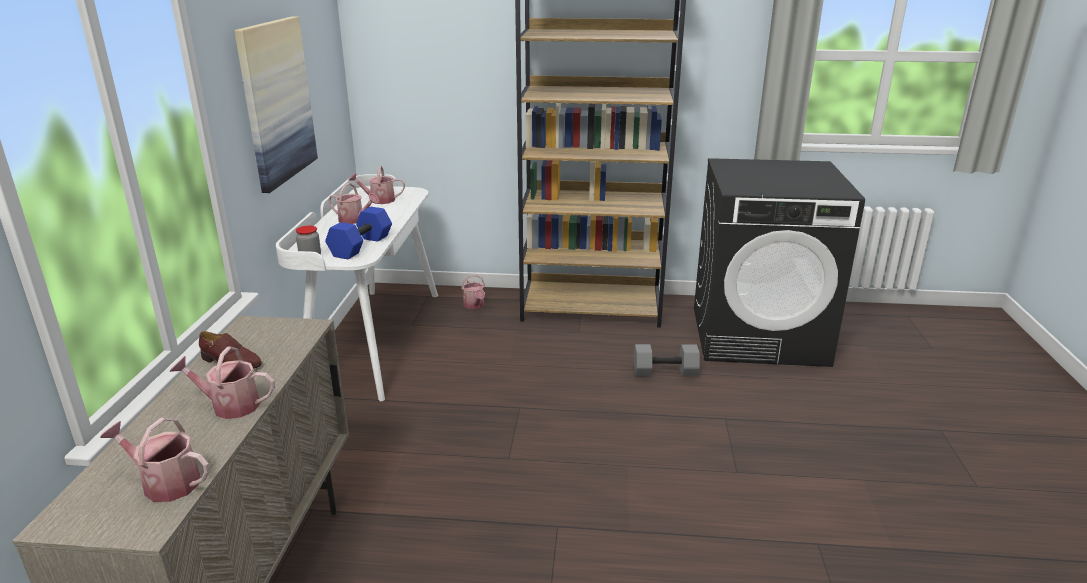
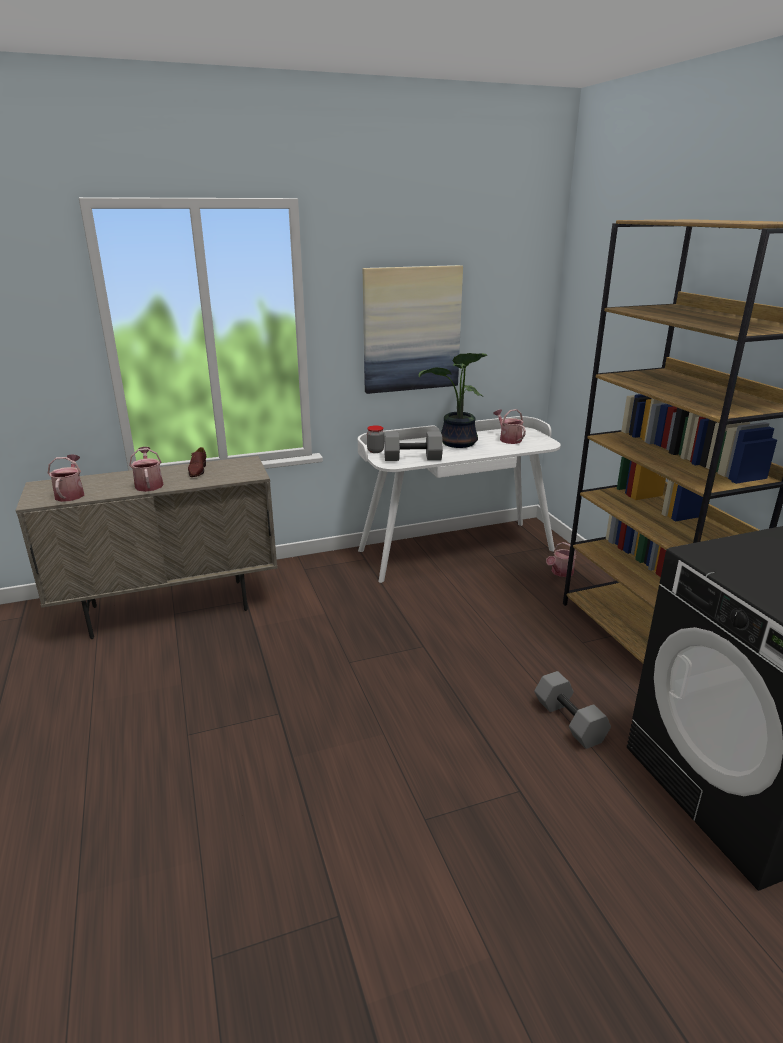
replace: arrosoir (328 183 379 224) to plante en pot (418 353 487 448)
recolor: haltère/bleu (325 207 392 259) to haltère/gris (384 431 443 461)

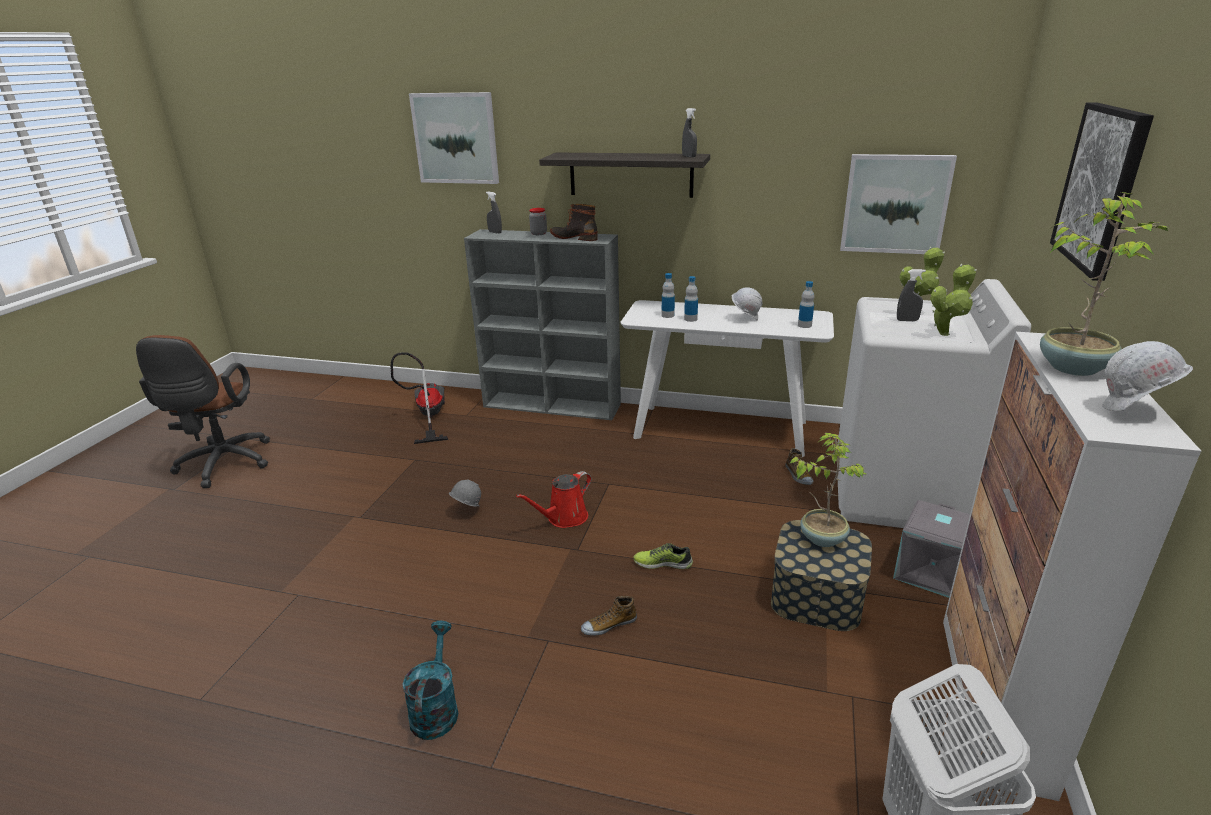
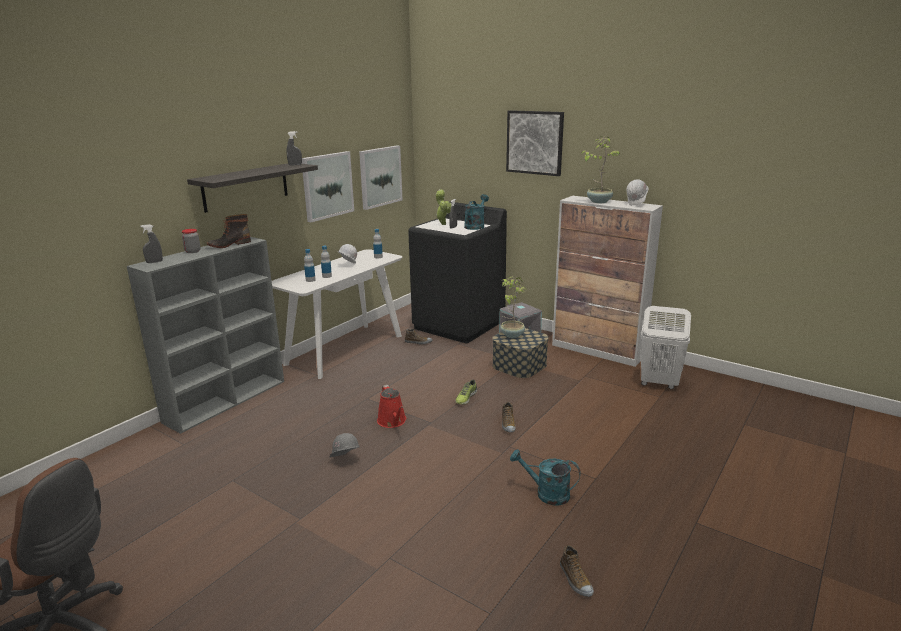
delete: aspirateur (391 352 448 444)
insert: chaussure (560 545 594 597)
move: tableau (409 92 499 184) to (302 151 354 222)
replace: plante en pot (930 264 977 336) to arrosoir/turquoise (464 194 489 230)
recolor: lave-linge/blanc (838 279 1031 528) to lave-linge/noir (408 202 507 343)

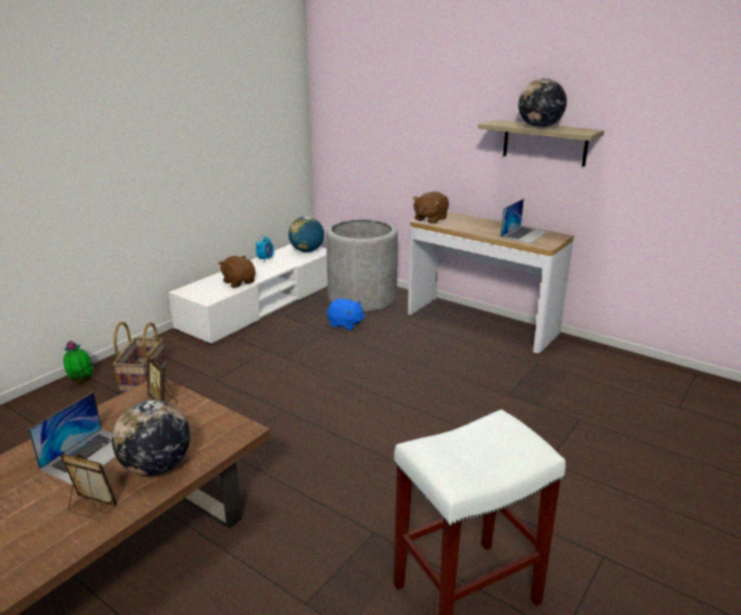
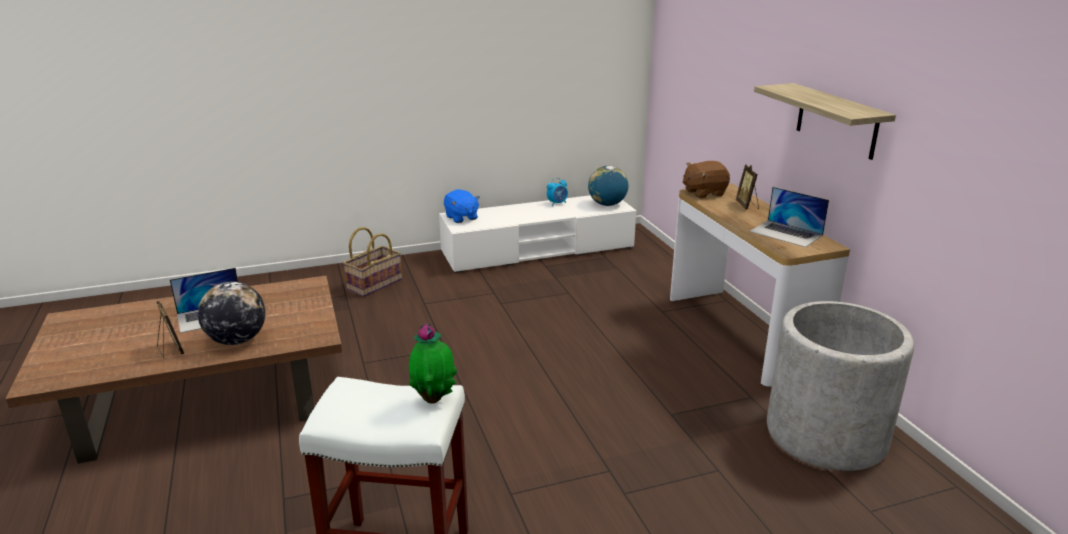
delete: globe (518 78 567 128); peluche/marron (218 256 256 288)
move: cache-pot/gris (326 219 398 312) to (767 301 914 471); peluche/bleu (327 298 365 330) to (444 190 480 223); plante en pot (63 340 94 384) to (409 324 457 404); cadre photo (147 354 177 403) to (736 164 759 210)
rotate: ordinateur portable (501 199 549 244) = (750 187 829 247) 60 degrees clockwise

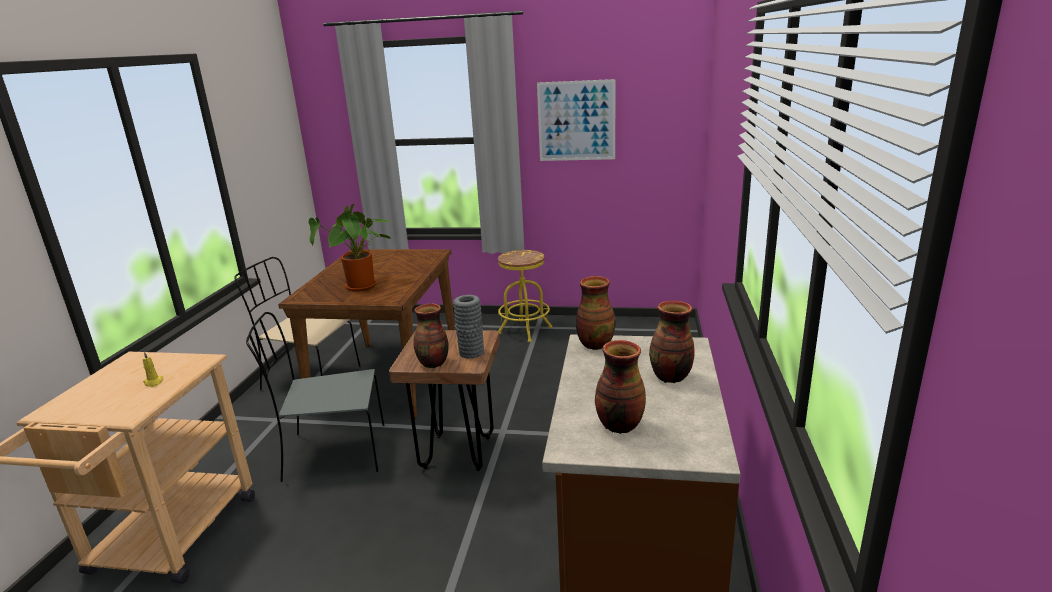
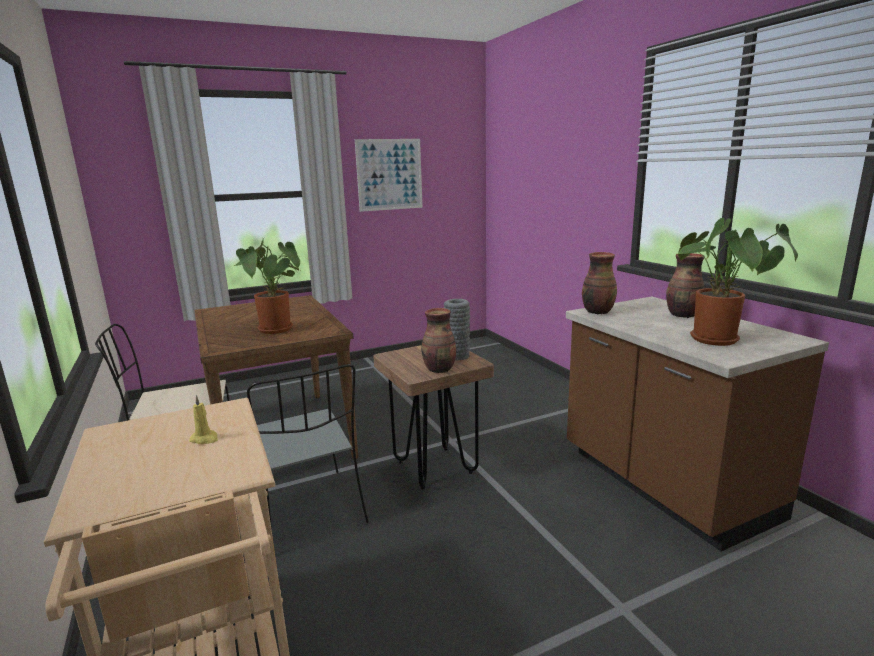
delete: tabouret/jaune (498 250 552 342)
replace: vase (595 340 646 434) to plante en pot (678 218 798 346)
rotate: chaise/gris (246 312 384 482) = (247 364 369 529) 75 degrees counterclockwise

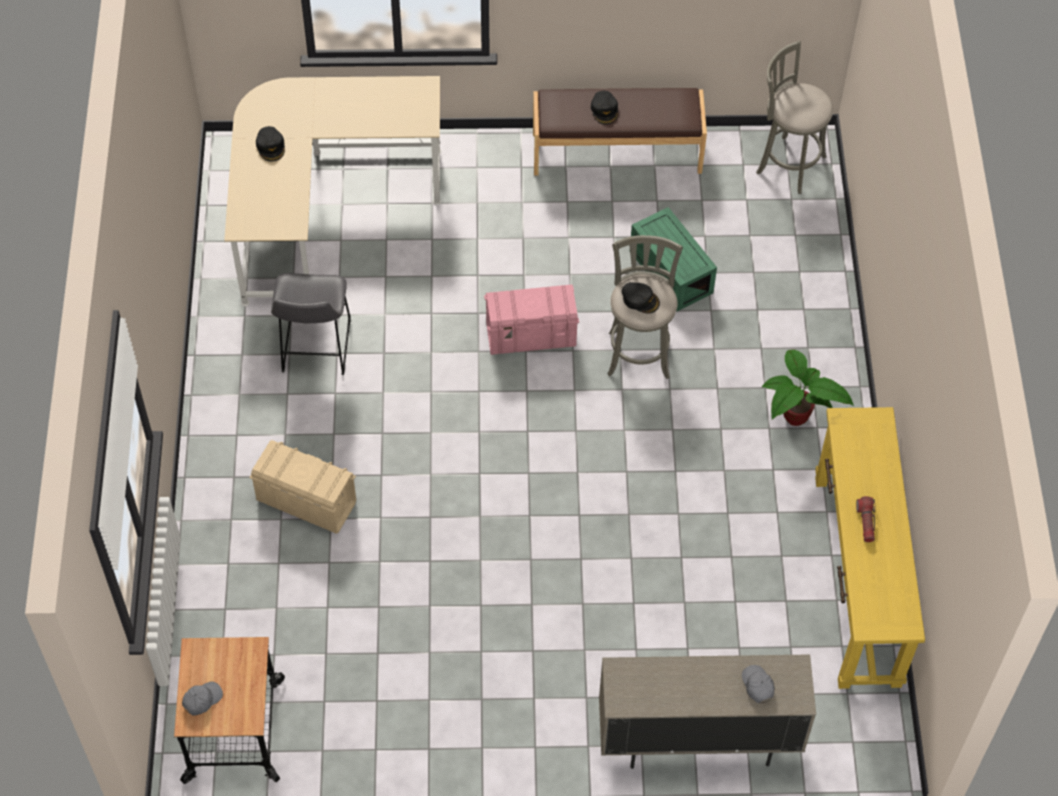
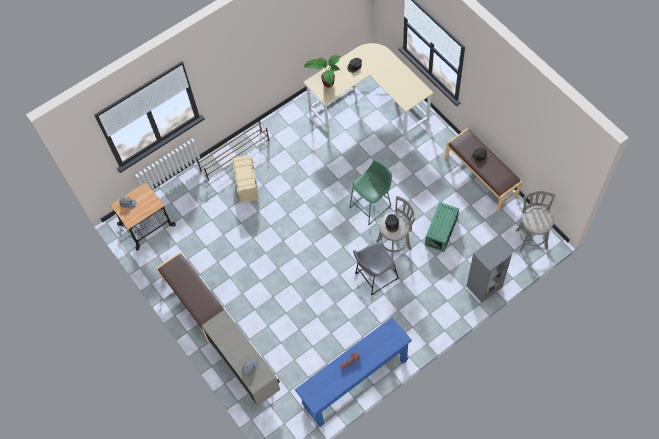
insert: étagère à chaussures/marron (196 119 270 181); bibliothèque/gris (467 237 512 302); banc/marron (157 252 224 342)
move: tabouret/gris (271 273 351 375) to (353 242 399 295); plante en pot (761 350 854 426) to (303 55 341 88)
replace: boîte de rangement/rose (484 285 579 355) to tabouret/vert (349 160 392 225)
recolor: table console/jaune (815 407 925 689) to table console/bleu (295 317 412 427)

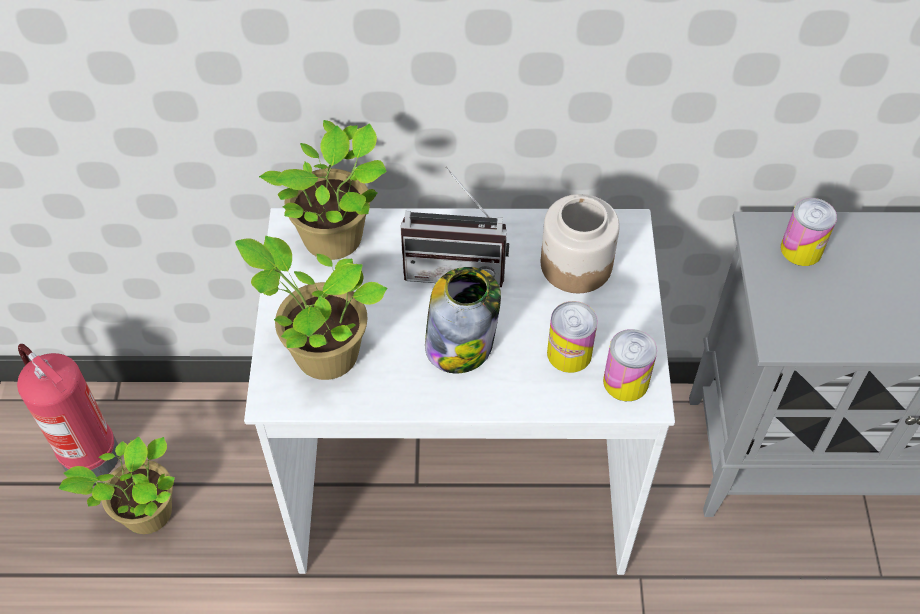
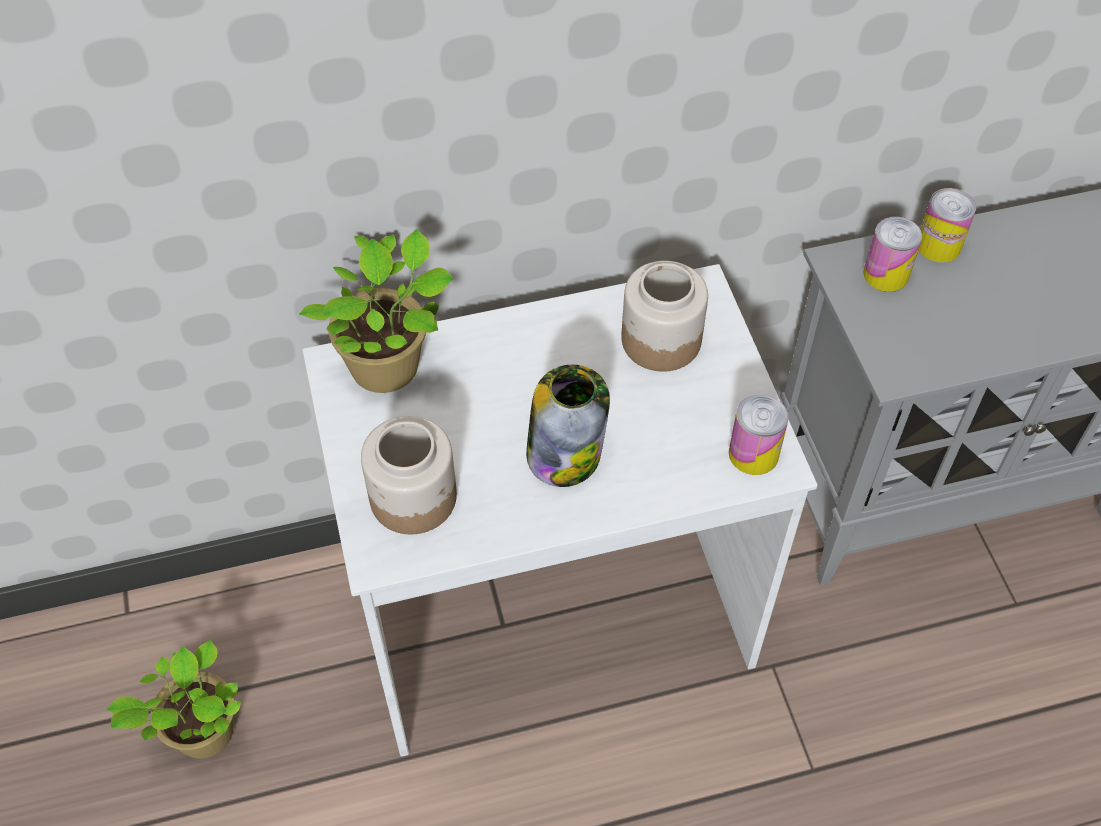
delete: radio (400 167 509 287); extincteur (17 344 119 477)
move: boîte métallique (547 301 598 373) to (919 188 976 262)
replace: plante en pot (235 236 387 380) to bocal (361 416 457 534)

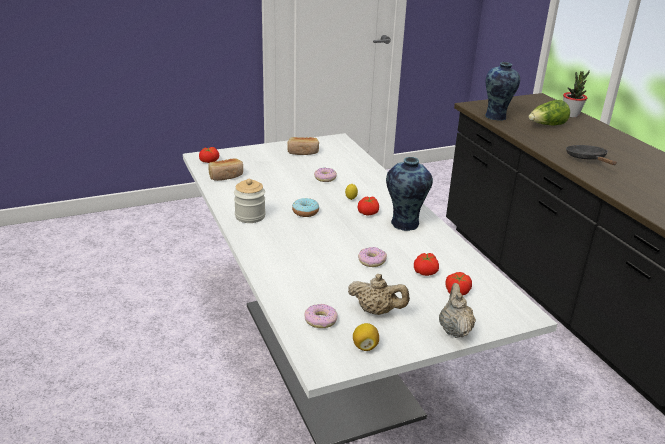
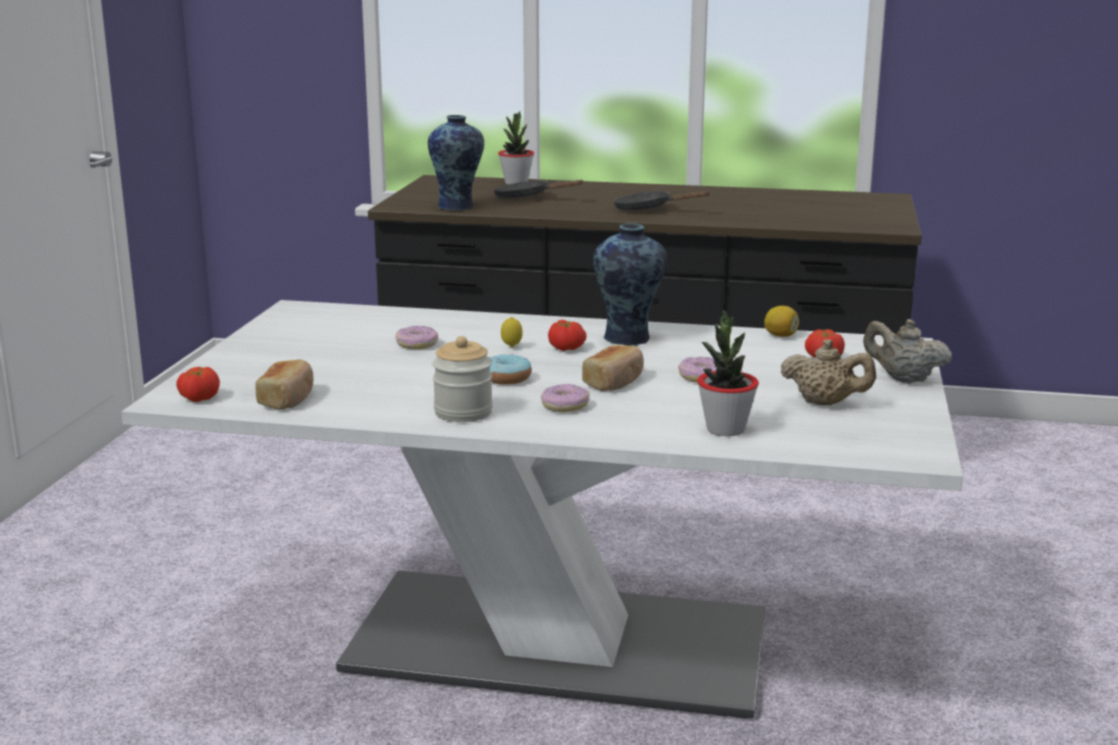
delete: tomate (414 253 439 276)
insert: plante en pot (697 310 759 436)
move: pain (287 137 319 155) to (582 345 644 391); beignet (304 304 338 328) to (541 384 590 412); citron (353 323 379 351) to (764 306 799 337)
replace: laitue (529 100 570 125) to poêle/noir (493 180 583 198)
rotate: théière/beige (348 274 410 315) = (781 339 876 405) 60 degrees clockwise

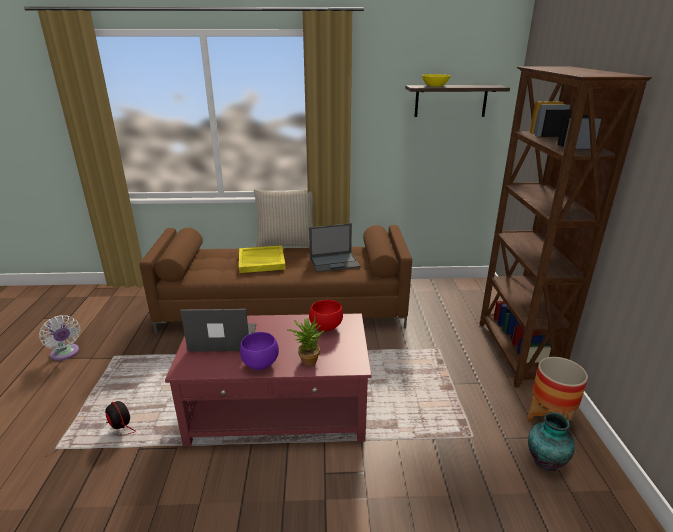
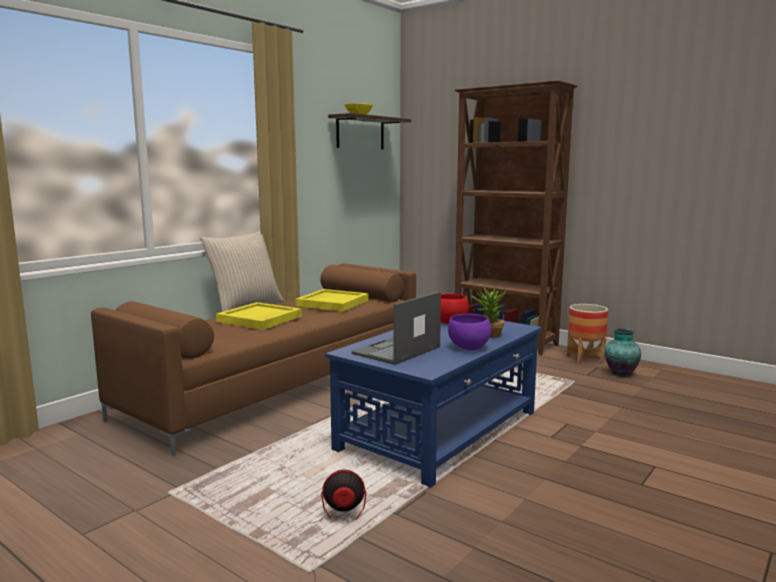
delete: ventilateur/blanc (39 315 81 361)
replace: ordinateur portable (309 223 361 273) to plateau/jaune (296 289 369 311)
recolor: table basse/rouge (165 313 372 447) to table basse/bleu (325 321 542 488)

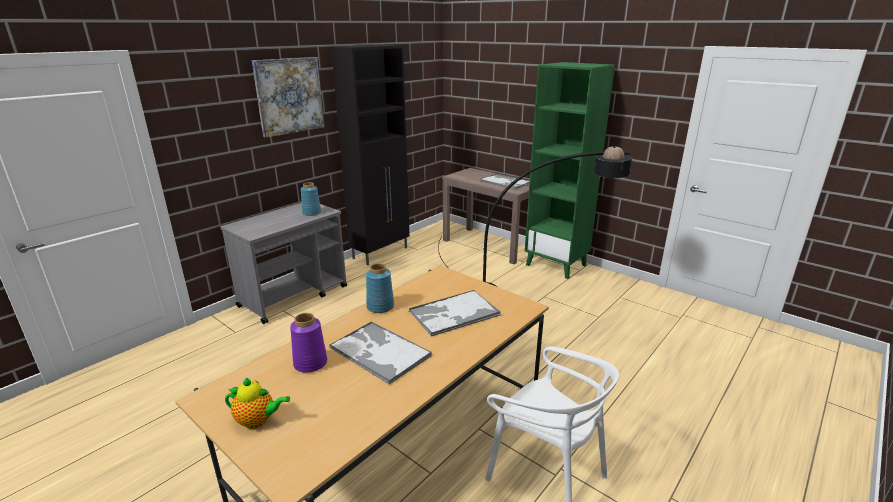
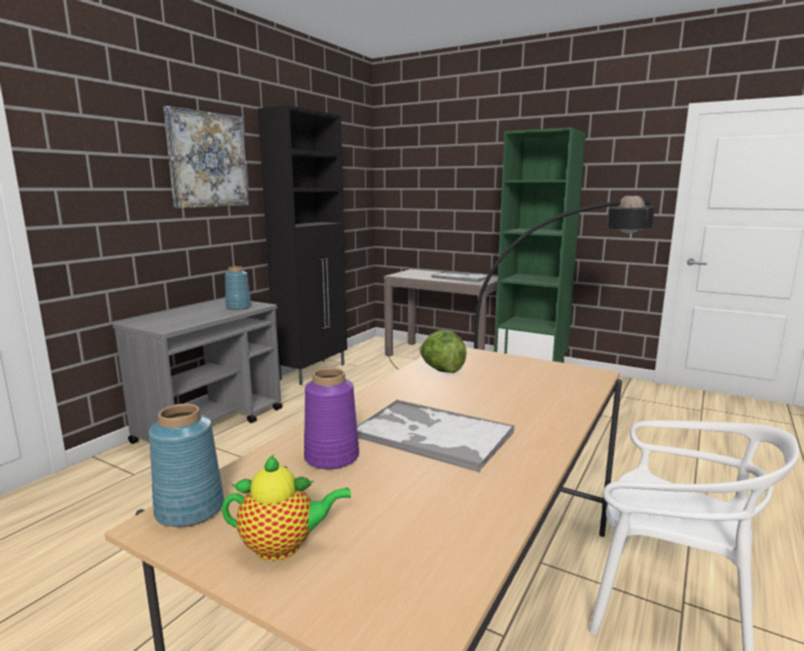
delete: plateau (409 290 501 337)
insert: laitue (420 330 466 373)
move: vase/bleu (366 263 394 313) to (149 404 224 527)

